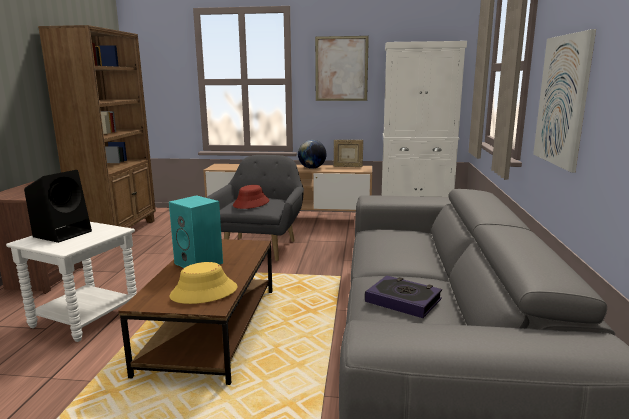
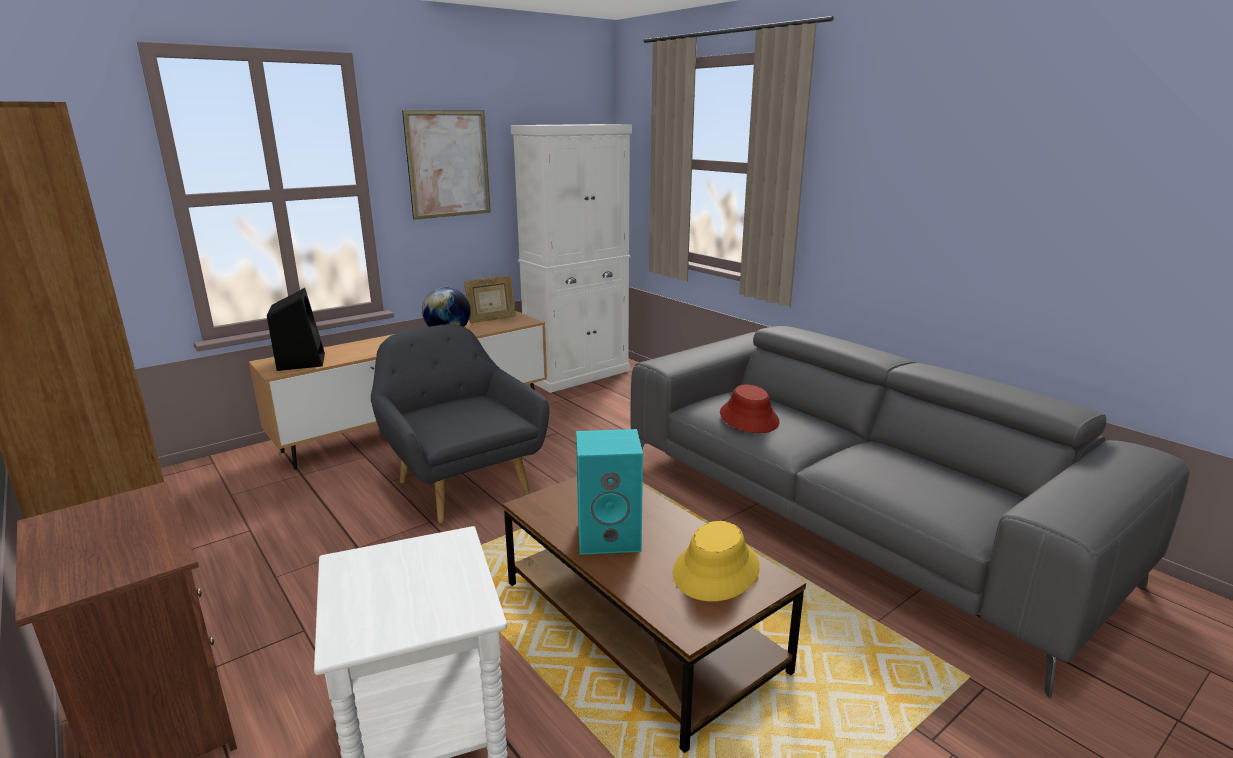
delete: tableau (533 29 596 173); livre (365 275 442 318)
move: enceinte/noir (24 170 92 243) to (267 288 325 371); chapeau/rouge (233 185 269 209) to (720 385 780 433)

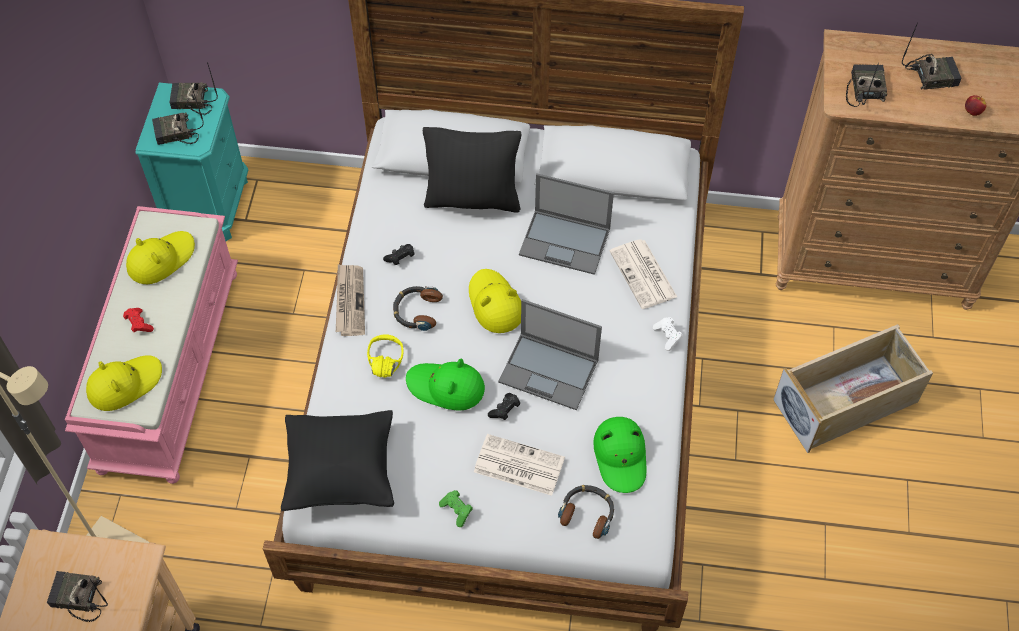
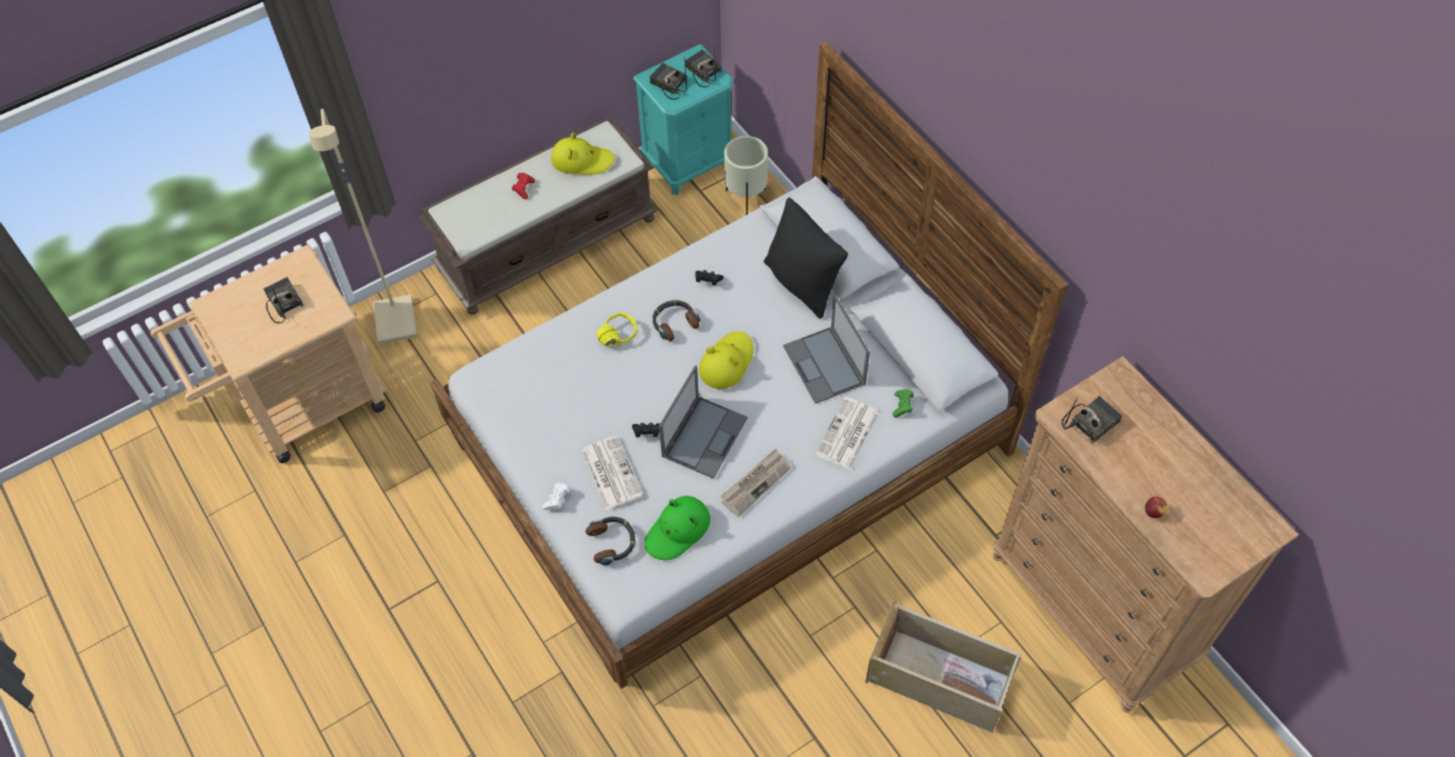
delete: radio (902 22 962 90); chapeau/jaune (86 355 162 411); chapeau/vert (406 359 485 410); coussin/noir (281 410 394 511)
insert: cache-pot/beige (724 136 768 215)
move: journal (336 264 365 336) to (720 449 791 517); manette/blanc (653 317 683 351) to (542 483 570 510); manette/vert (439 490 473 527) to (892 389 914 418)
recolor: banc/rose (65 206 238 484) to banc/marron (419 116 658 315)
rotate: ordinateur portable (498 299 602 410) = (659 365 748 479) 135 degrees counterclockwise

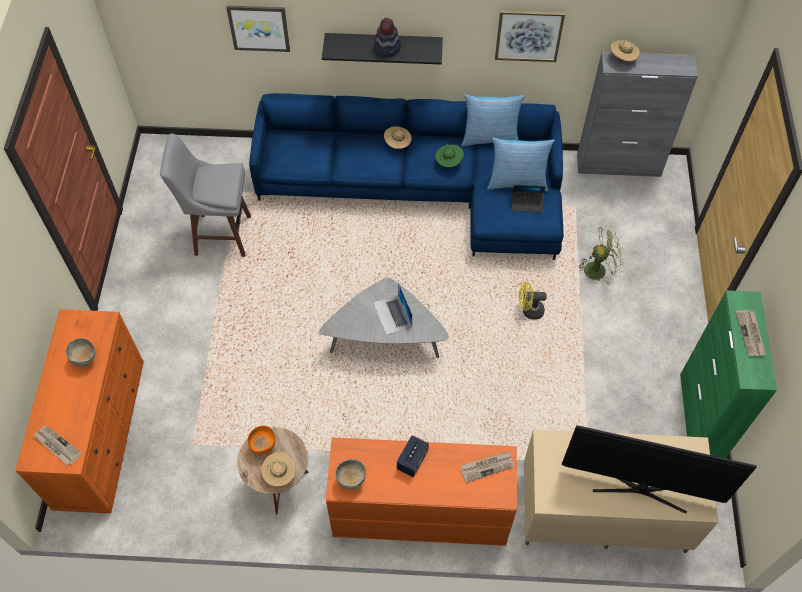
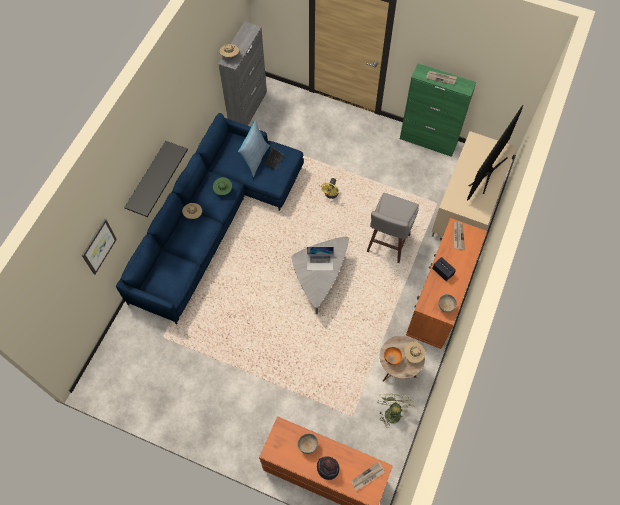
delete: tableau (495 10 565 62); coussin (461 94 525 146)
move: chapeau (374 18 401 57) to (317 456 339 480); tabouret/gris (160 133 251 257) to (367 193 419 263); ventilateur/vert (578 226 624 285) to (377 394 415 427)

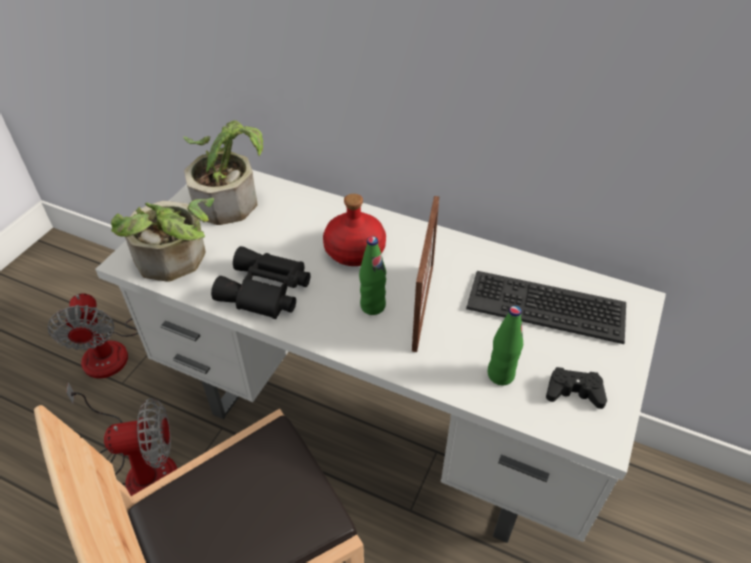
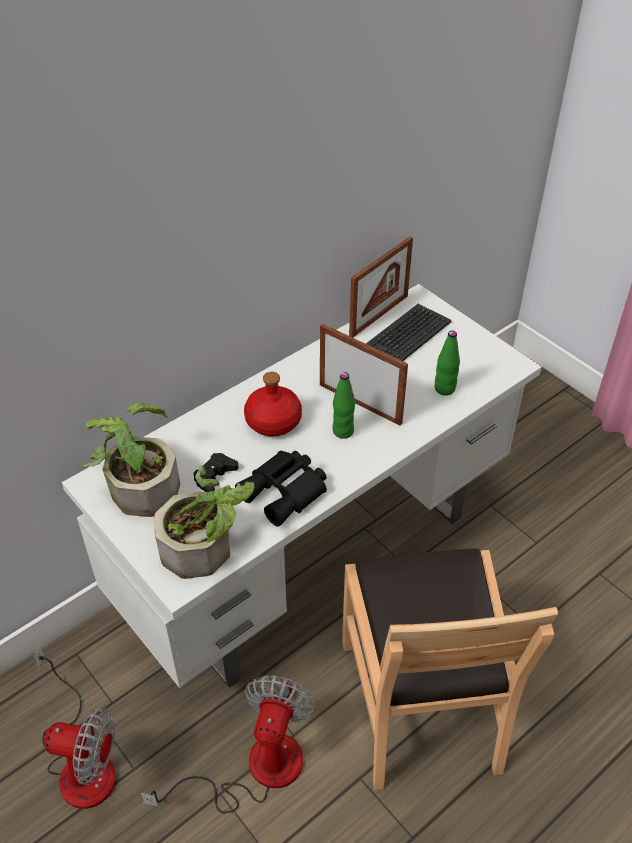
insert: cadre photo (349 236 413 338)
move: manette/noir (546 367 607 409) to (194 453 239 493)

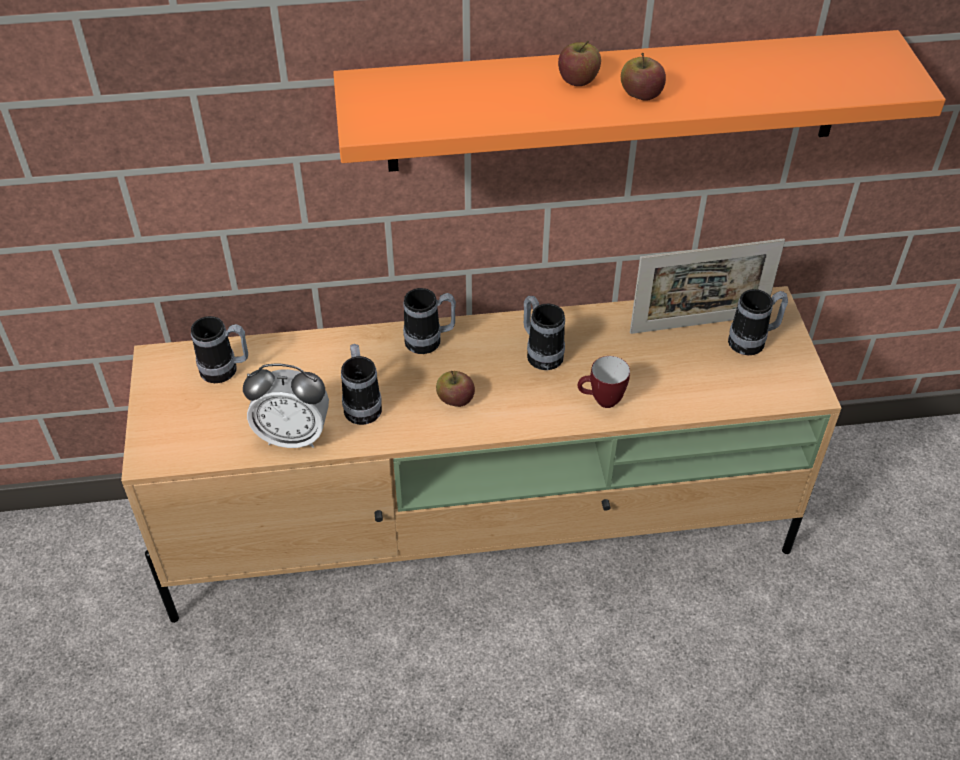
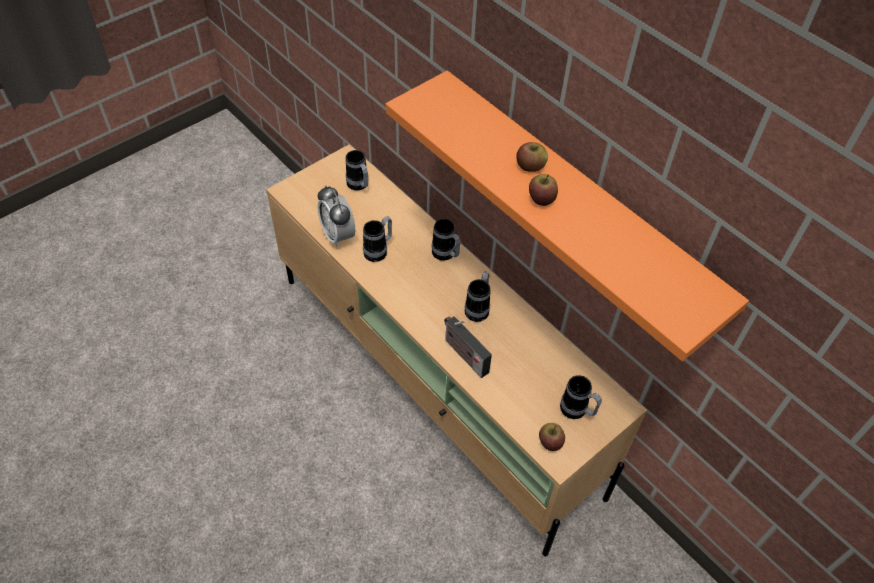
delete: cadre photo (630 239 785 334)
move: pomme (436 371 475 407) to (539 423 565 451)
replace: mug (578 356 630 408) to radio (444 316 492 378)

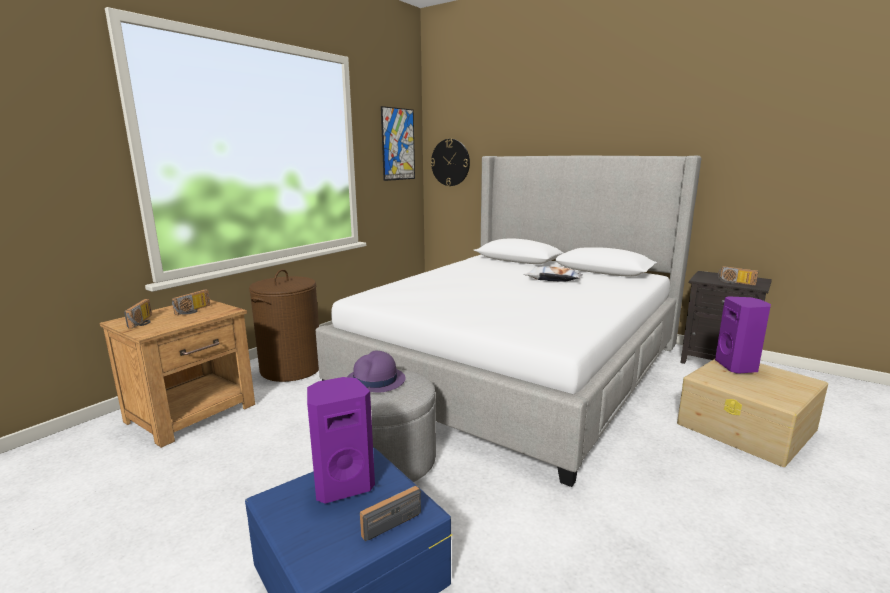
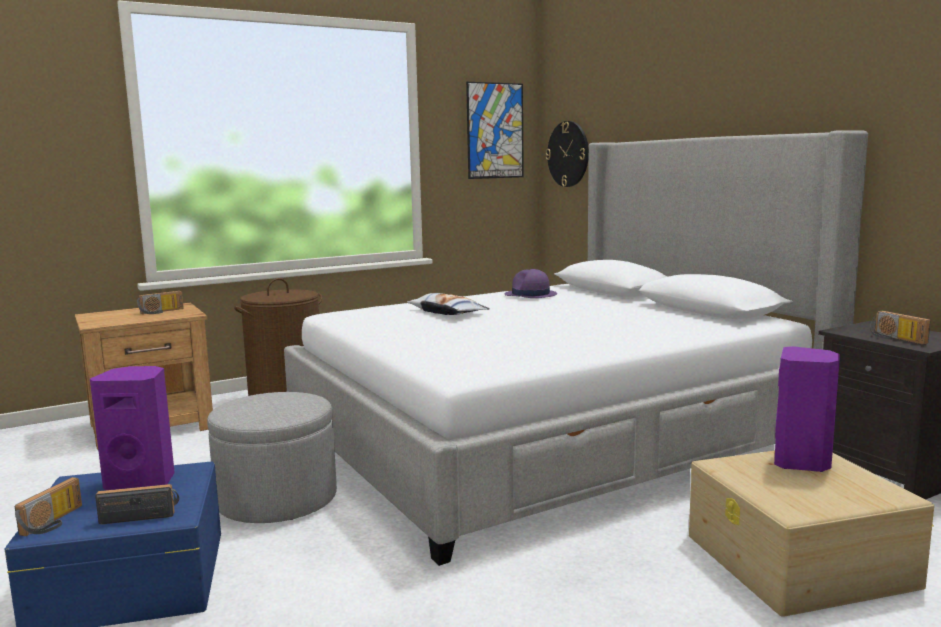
move: coussin (524 266 583 282) to (407 293 490 315); radio (124 299 152 328) to (15 477 82 536); chapeau/violet (347 351 406 393) to (504 269 557 298)

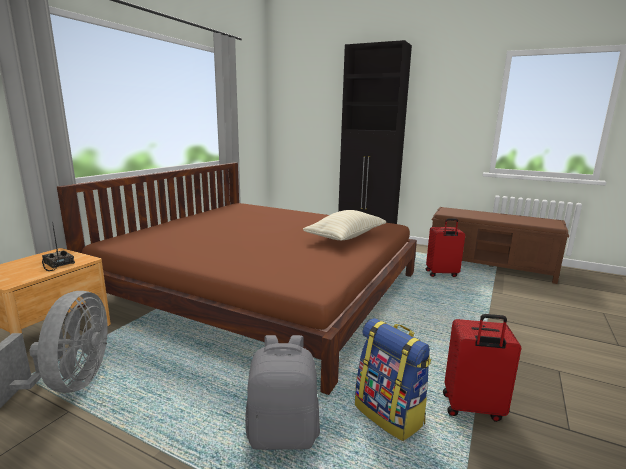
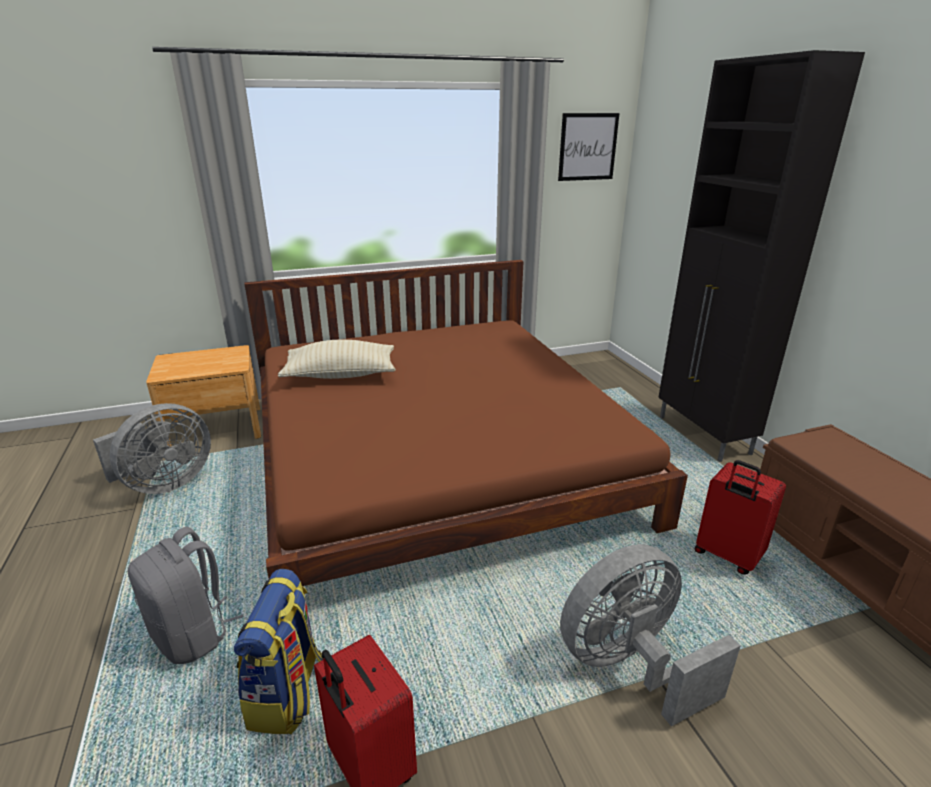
delete: radio (42 226 75 271)
insert: tableau (558 113 619 181); ventilateur/gris (560 544 741 727)
move: coussin/beige (303 210 386 241) to (278 340 396 379)

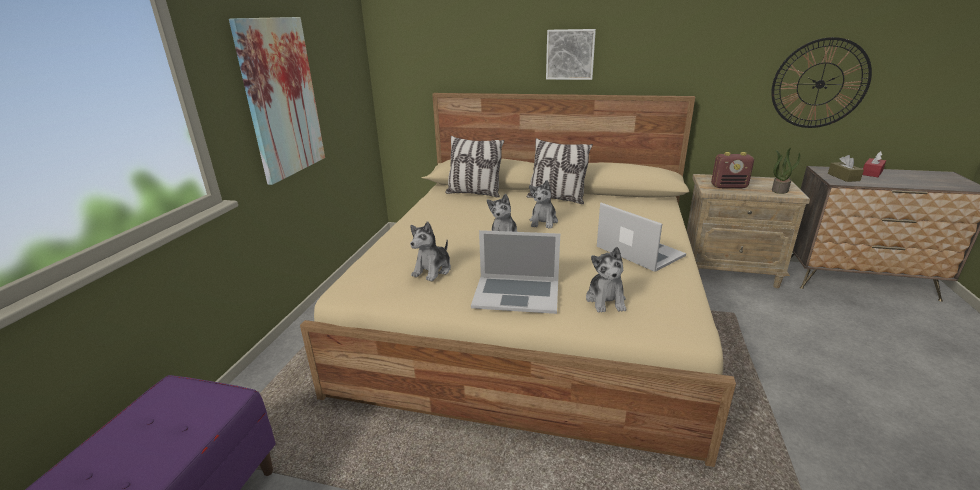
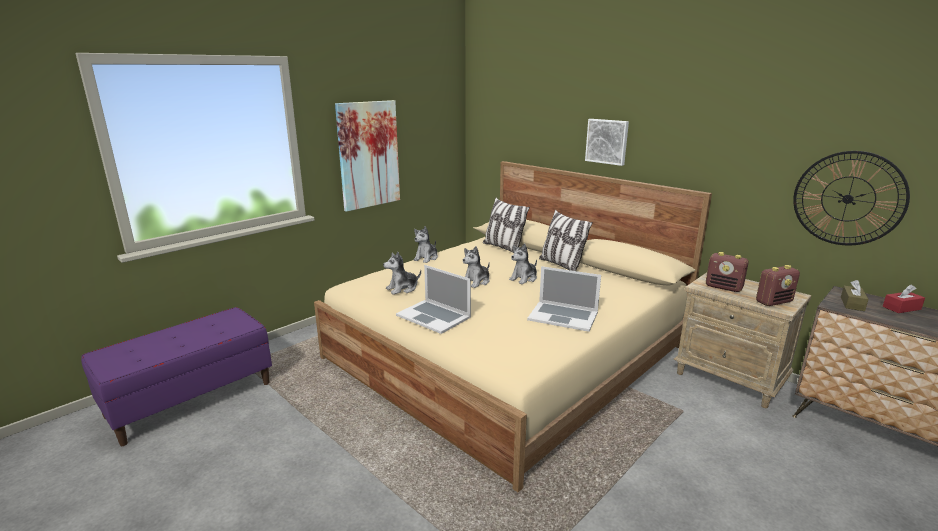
move: peluche (586 247 626 313) to (414 226 438 263)
replace: plante en pot (772 148 801 194) to radio (756 265 800 306)
rotate: ordinateur portable (597 203 686 272) = (527 266 601 332) 120 degrees clockwise

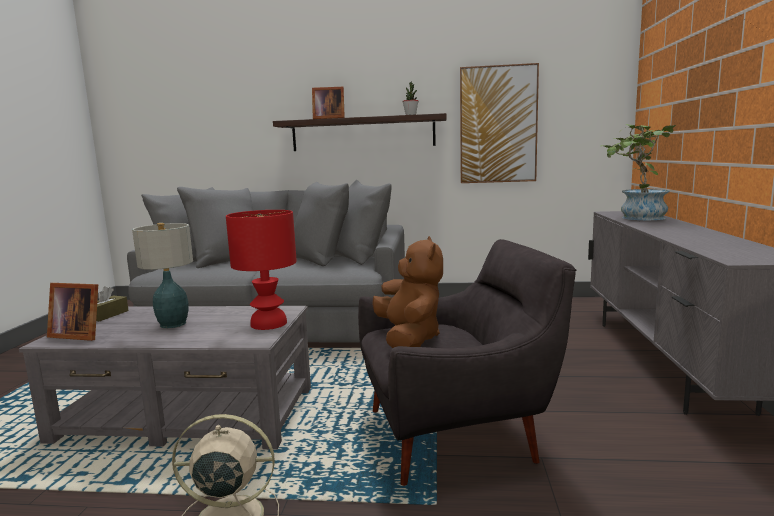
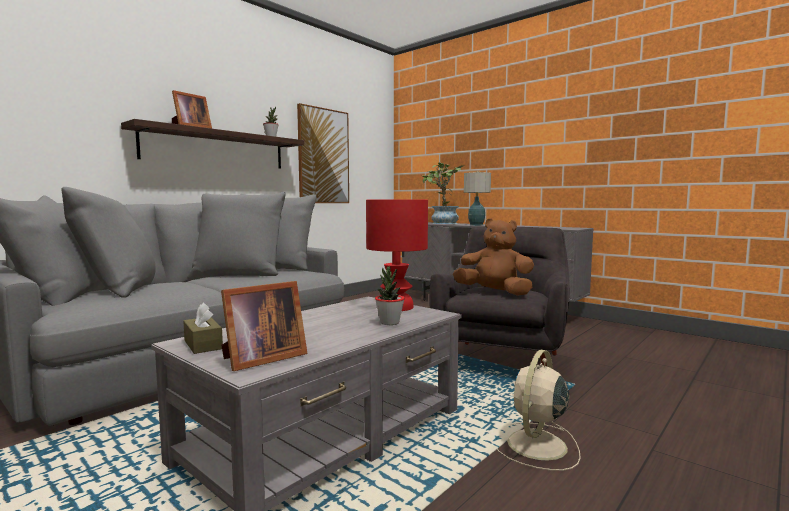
insert: plante en pot (375 266 405 325)
move: lampe de table (132 223 193 328) to (464 171 491 226)

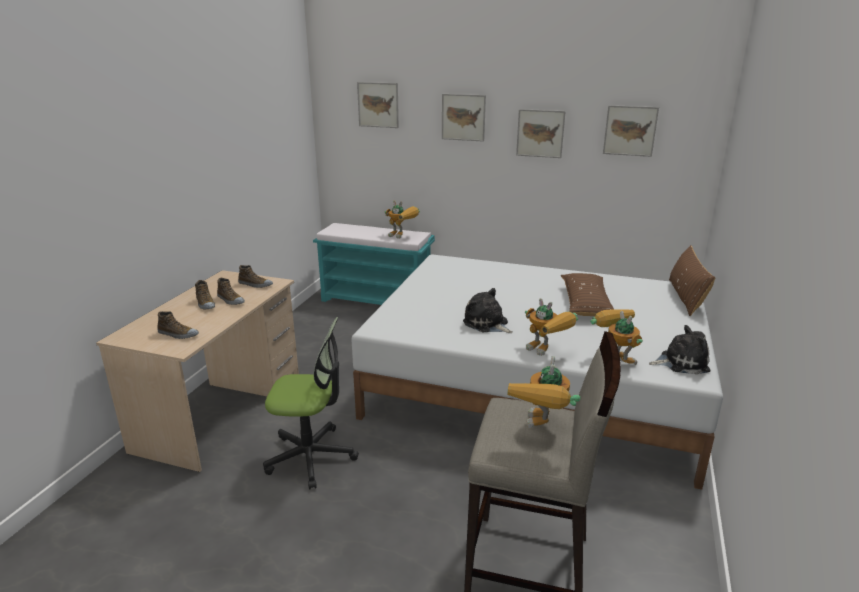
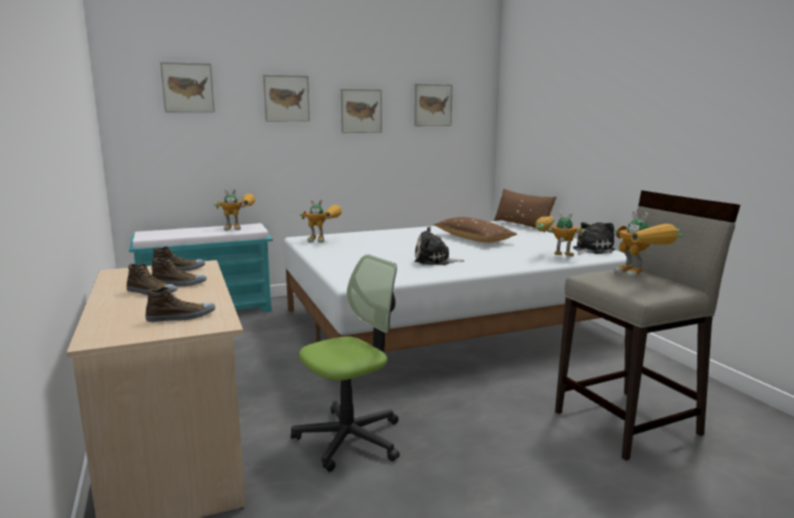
move: robot jouet (525 298 578 356) to (300 200 342 243)

